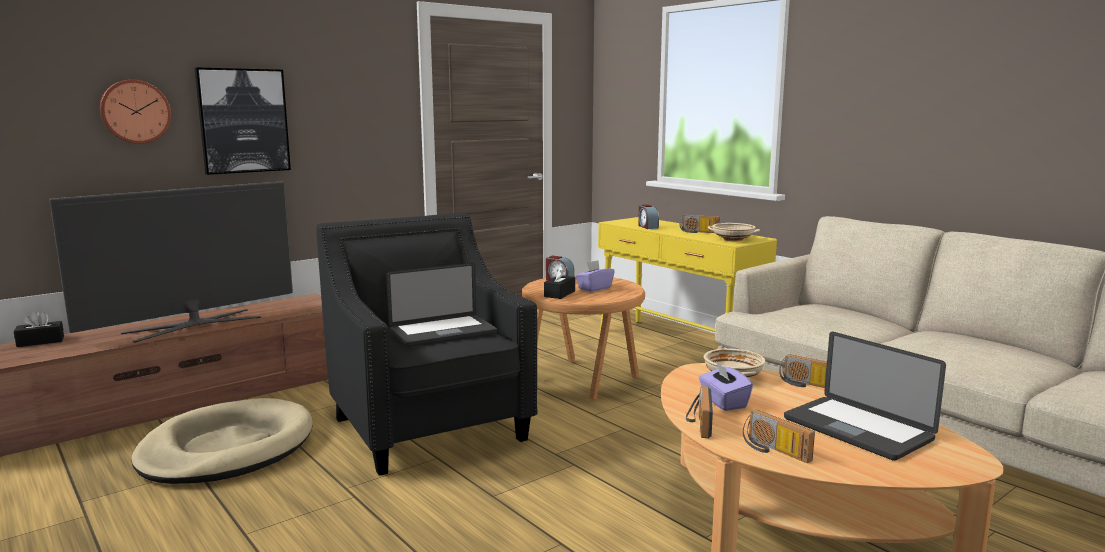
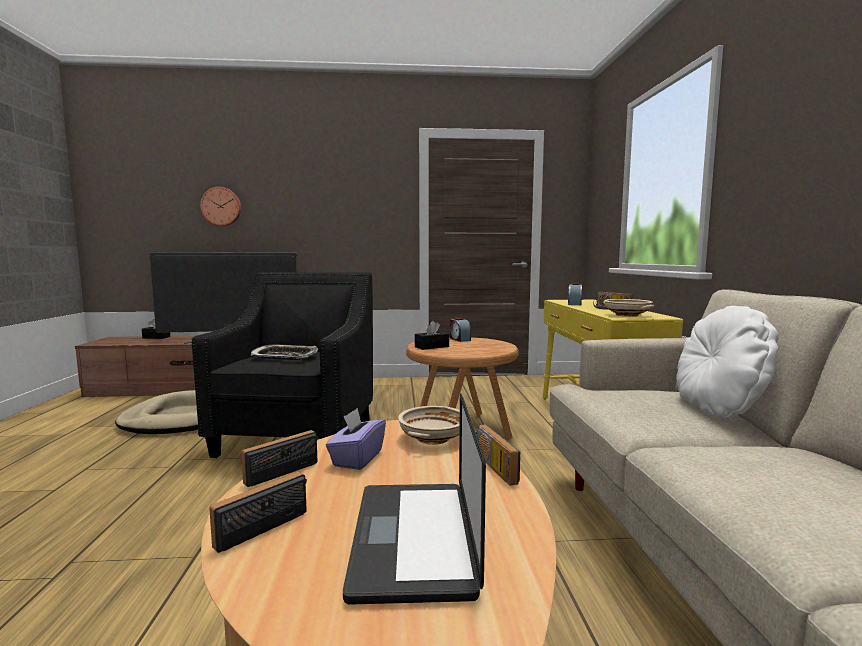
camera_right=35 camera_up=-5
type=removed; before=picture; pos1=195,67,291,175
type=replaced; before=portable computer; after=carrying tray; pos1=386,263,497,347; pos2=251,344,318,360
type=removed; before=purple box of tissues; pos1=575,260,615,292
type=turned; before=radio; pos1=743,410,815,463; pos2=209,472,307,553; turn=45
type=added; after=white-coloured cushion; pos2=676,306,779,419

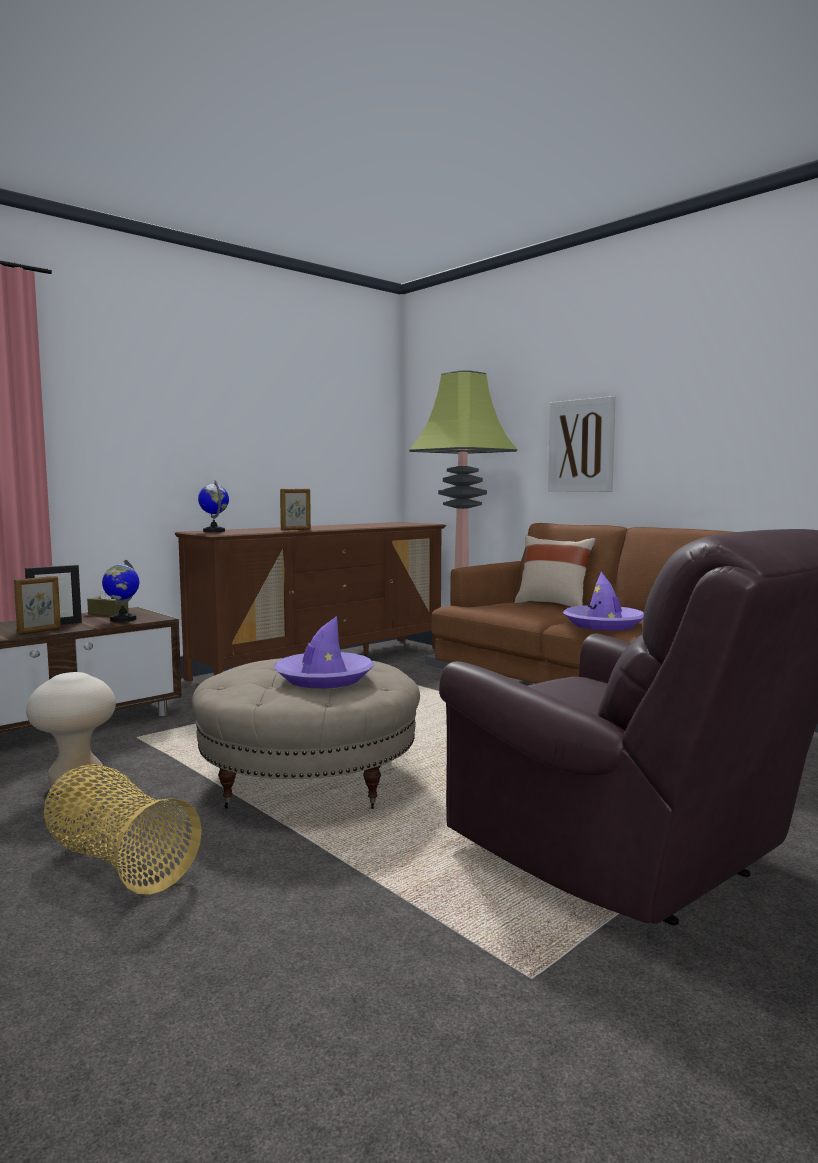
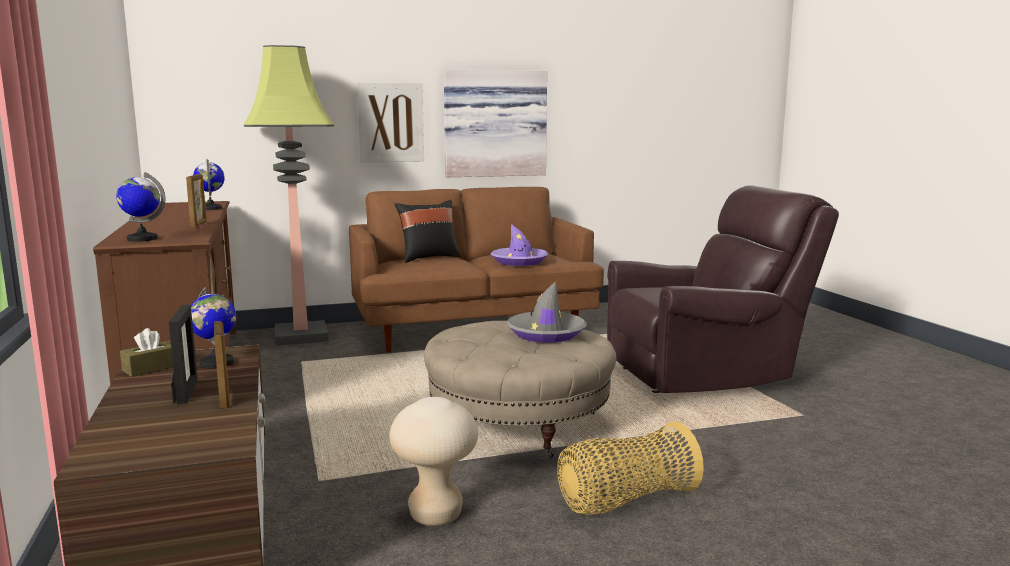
camera_right=-65 camera_up=5
type=recoloured; before=purple hat; after=grey hat; pos1=274,616,374,688; pos2=506,281,587,343
type=recoloured; before=beige cushion; after=black-coloured cushion; pos1=514,535,596,607; pos2=395,200,460,263
type=added; after=world globe; pos2=193,159,225,210
type=added; after=picture; pos2=444,69,547,177

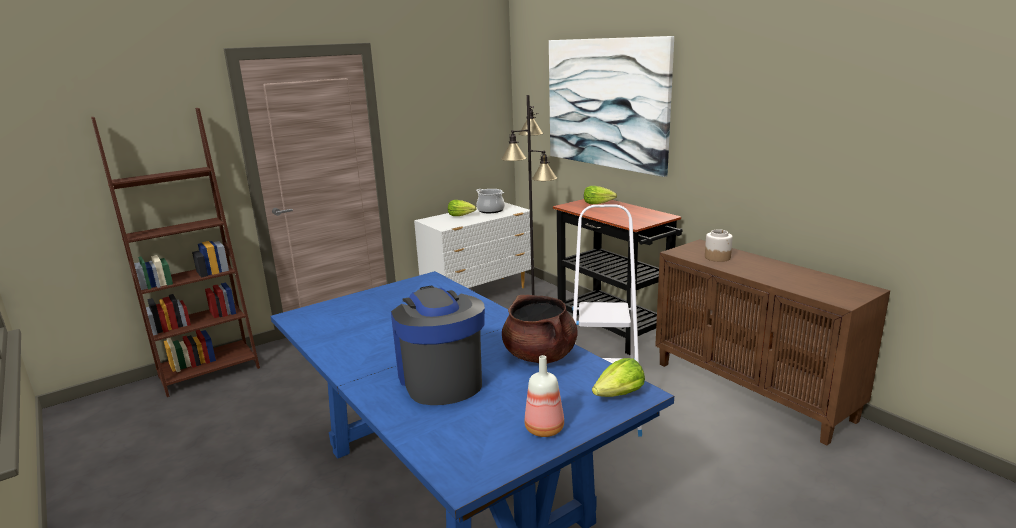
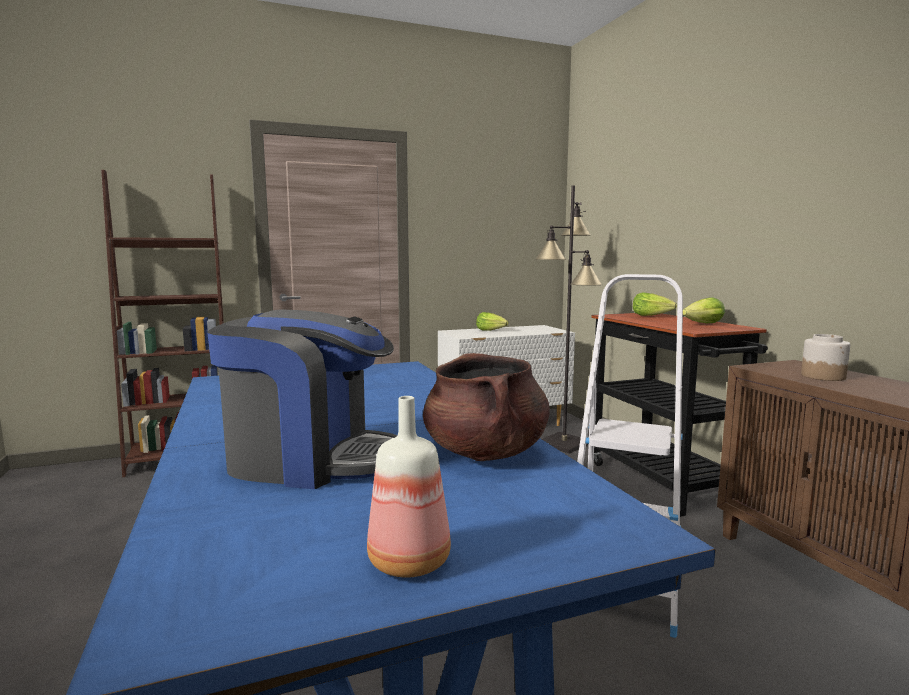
camera_right=15 camera_up=-10
type=turned; before=coffee maker; pos1=391,286,485,405; pos2=207,310,397,489; turn=105
type=removed; before=saucepot; pos1=476,189,505,213
type=removed; before=picture; pos1=549,36,674,177
type=moved; before=lettuce head; pos1=592,358,645,397; pos2=683,297,725,323

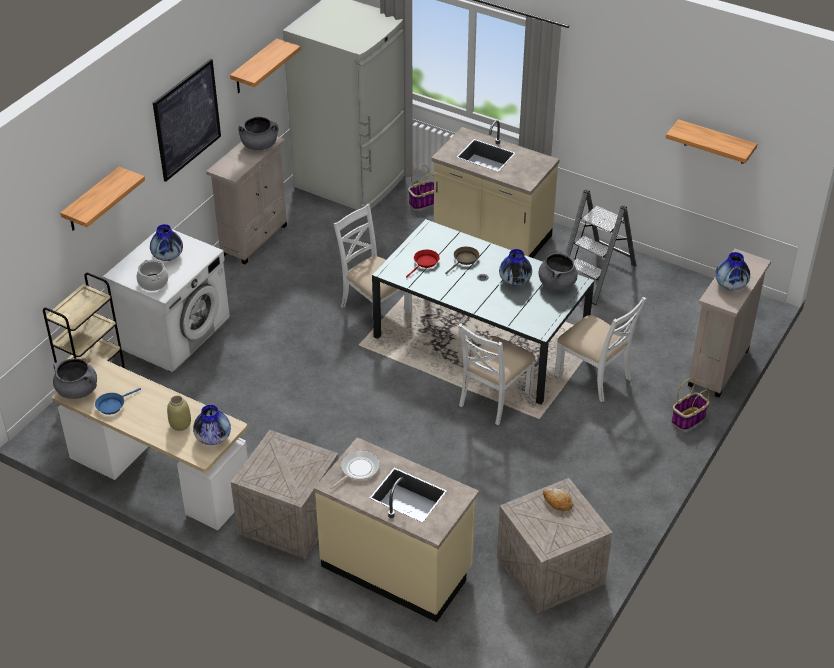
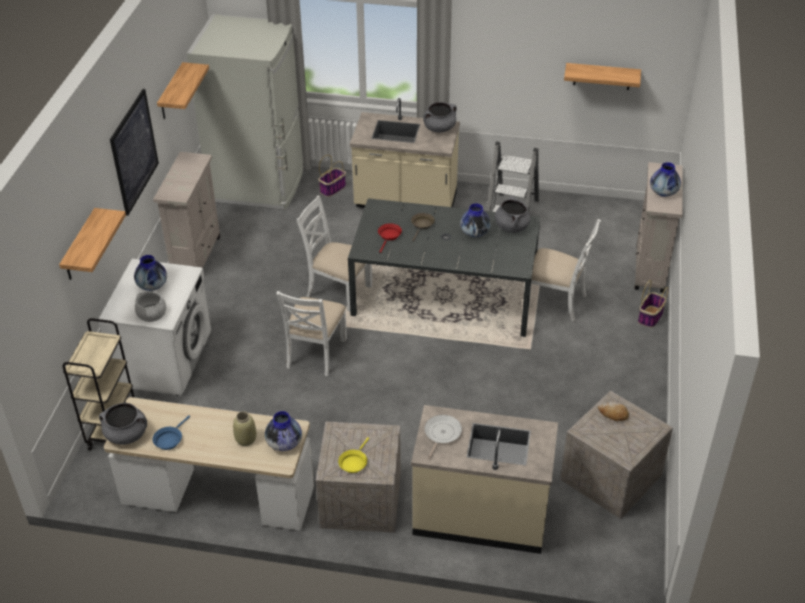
camera_right=-20 camera_up=0
type=moved; before=grey saucepot; pos1=238,117,278,150; pos2=423,102,457,132
type=moved; before=white-coloured plain chair; pos1=458,323,535,425; pos2=276,291,347,376
type=added; after=yellow-coloured pan; pos2=338,437,369,473

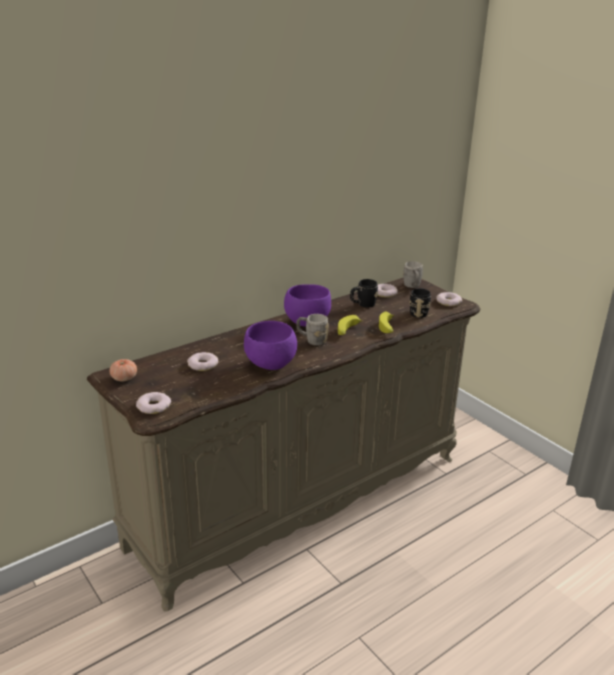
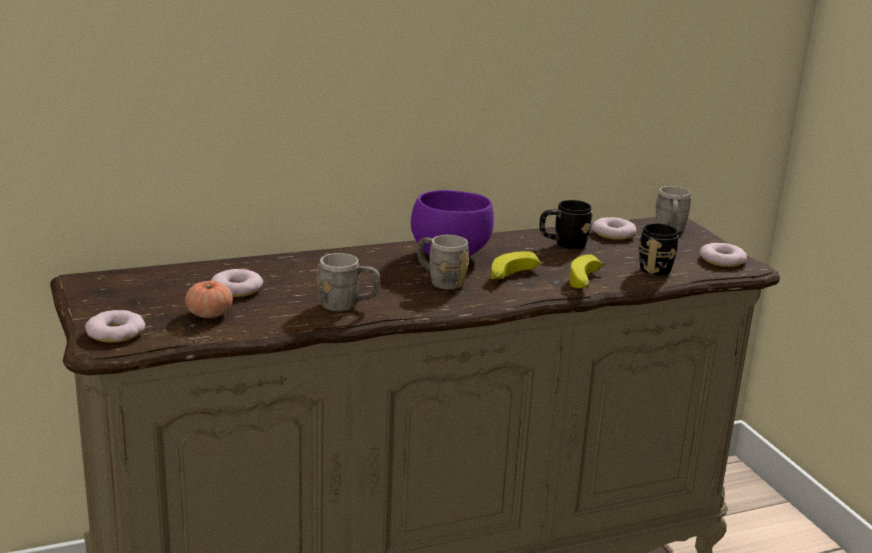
camera_right=15 camera_up=-5
type=moved; before=tomato; pos1=110,359,137,382; pos2=185,281,233,318
type=replaced; before=purple serving bowl; after=grey mug; pos1=244,321,297,370; pos2=317,253,380,312

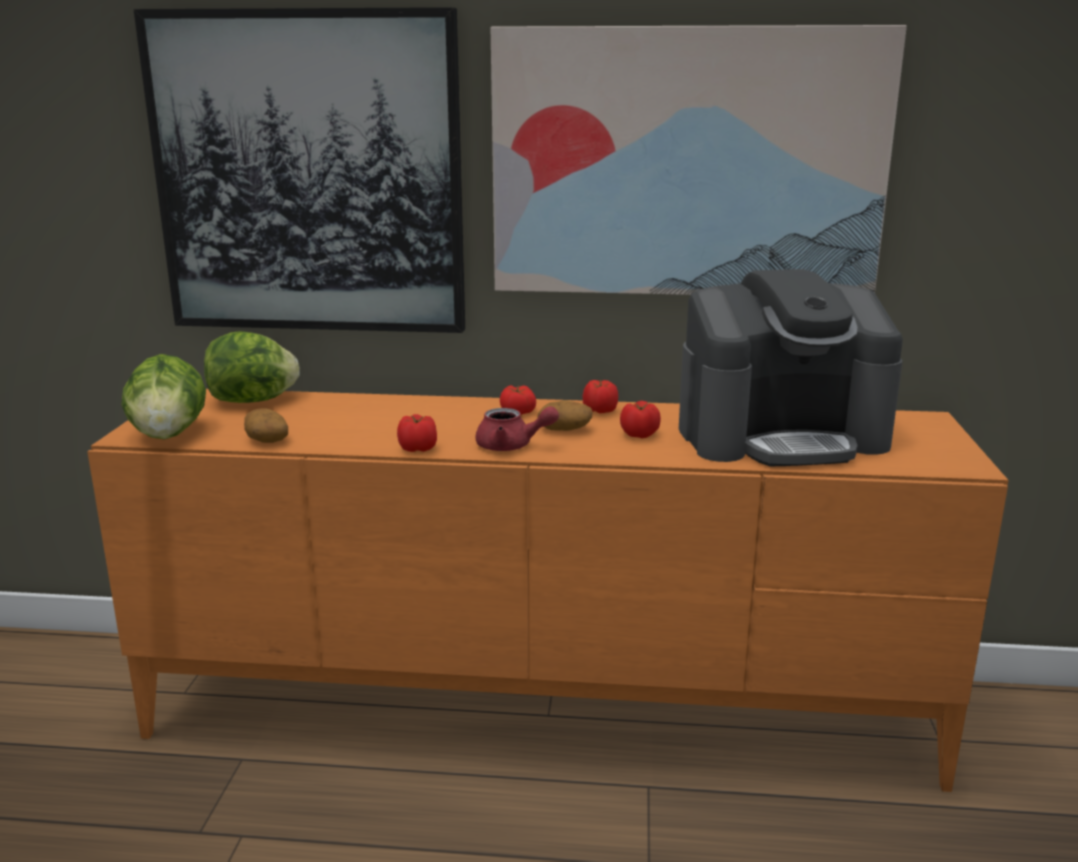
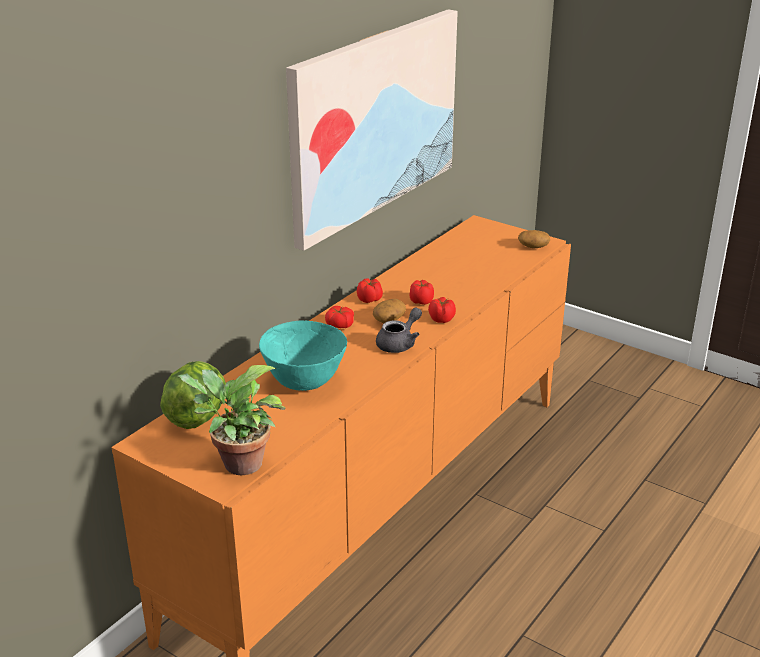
camera_right=-60 camera_up=10
type=replaced; before=lettuce head; after=potted plant; pos1=121,354,206,439; pos2=177,365,286,475
type=removed; before=picture; pos1=134,7,465,333
type=moved; before=potato; pos1=244,408,288,443; pos2=518,230,550,248
type=moved; before=tomato; pos1=397,414,437,452; pos2=428,297,456,323
type=recoloured; before=reddish pot for tea; after=grey pot for tea; pos1=475,406,559,451; pos2=376,307,422,353
type=removed; before=coffee maker; pos1=679,269,903,466
type=added; after=turquoise-coloured serving bowl; pos2=259,320,347,391

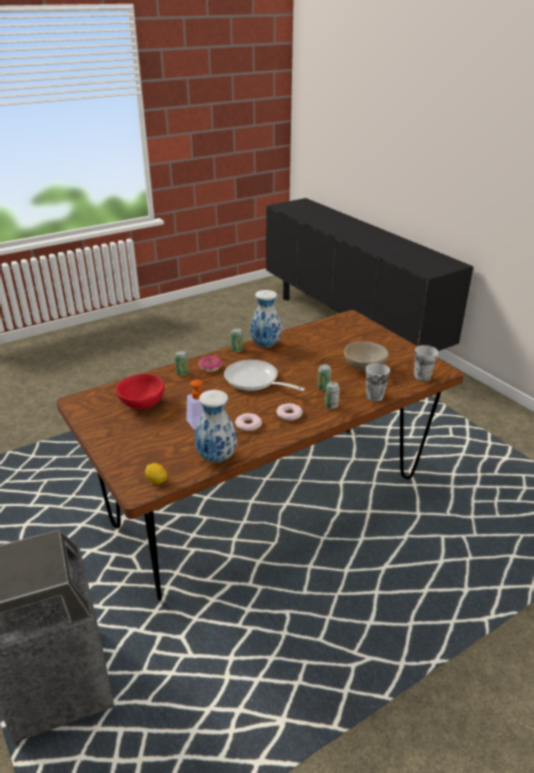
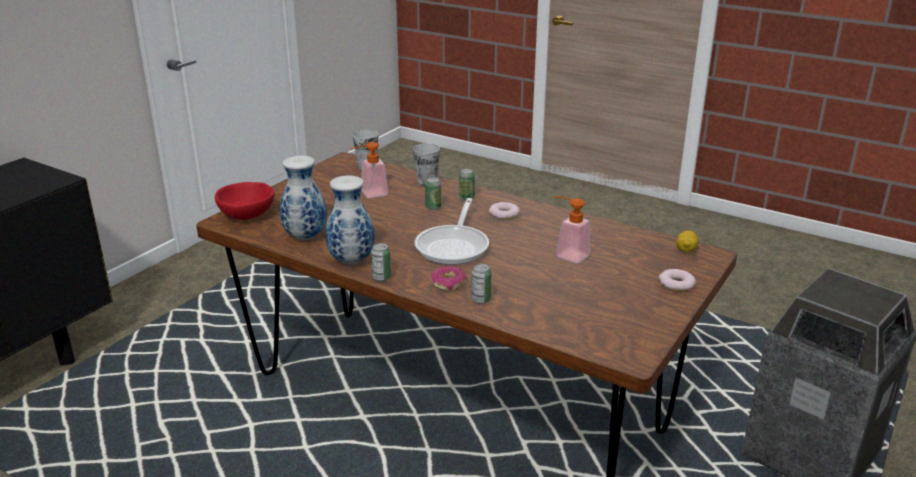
camera_right=-115 camera_up=-5
type=moved; before=reddish serving bowl; pos1=116,374,164,409; pos2=215,182,275,220
type=moved; before=flower vase; pos1=195,390,237,462; pos2=279,155,327,240
type=moved; before=donut; pos1=235,413,262,431; pos2=658,269,696,291
type=replaced; before=beige serving bowl; after=liquid soap bottle; pos1=344,341,389,372; pos2=351,142,388,198

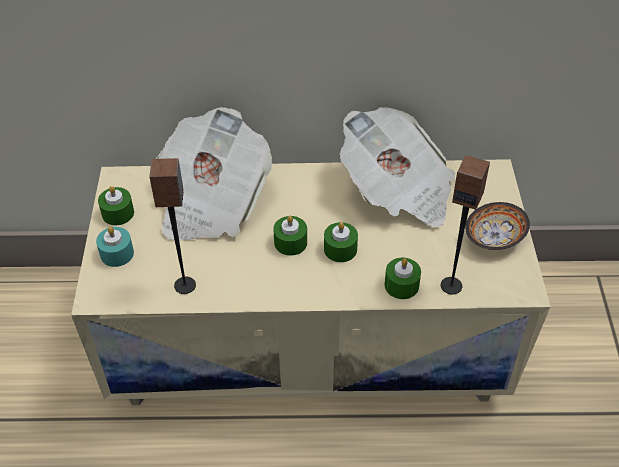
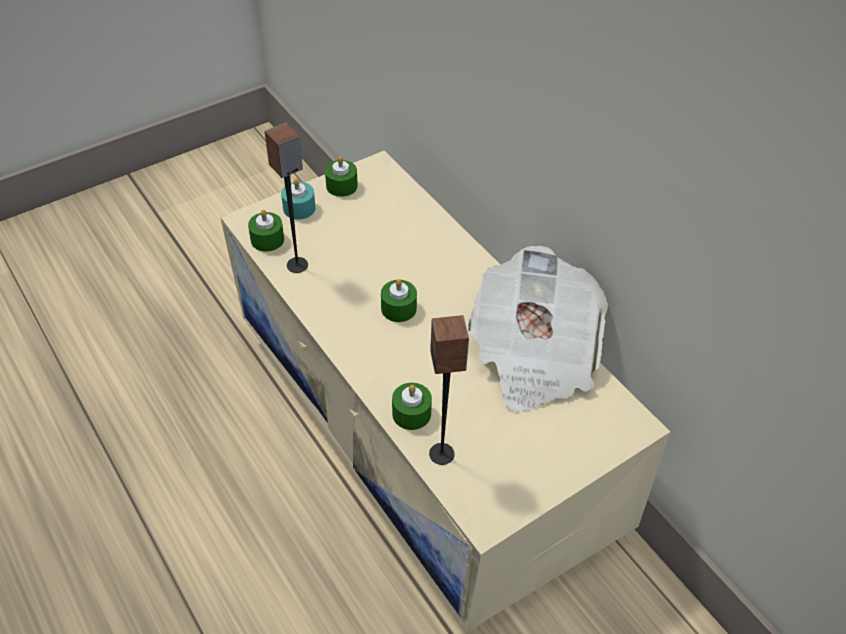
camera_right=55 camera_up=0
type=removed; before=newspaper; pos1=156,107,272,241
type=moved; before=greenish wax candle; pos1=324,222,358,262; pos2=248,210,284,252
type=removed; before=serving bowl; pos1=465,202,530,250

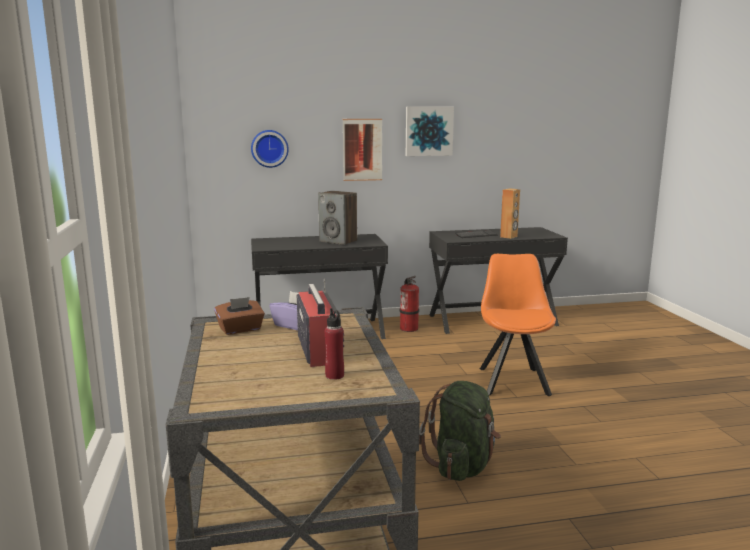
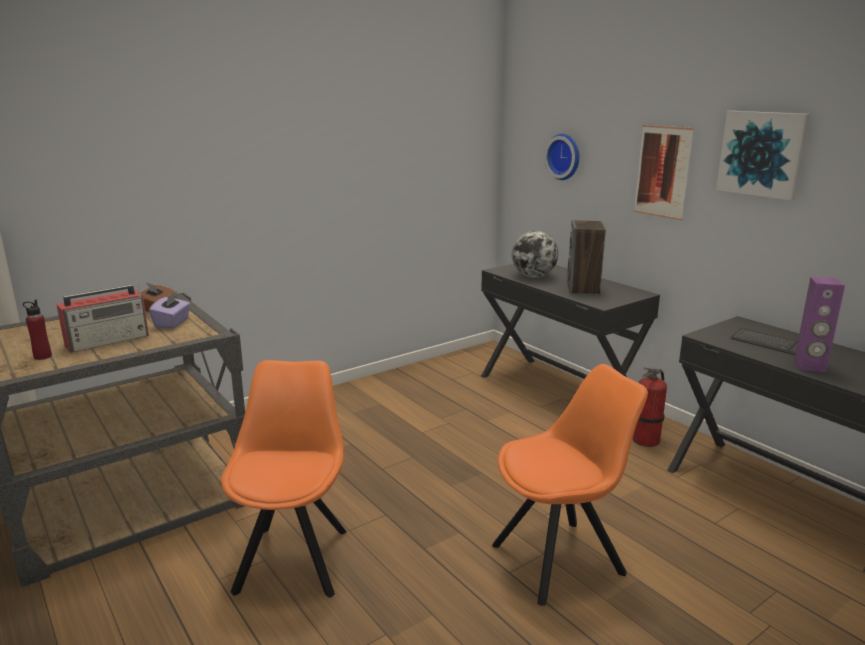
camera_right=65 camera_up=5
type=replaced; before=greenish knapsack; after=orangey plain chair; pos1=419,381,501,481; pos2=221,360,347,598
type=recoloured; before=brown-coloured audio speaker; after=purple audio speaker; pos1=500,188,520,239; pos2=794,277,845,372
type=added; after=world globe; pos2=512,231,558,278

